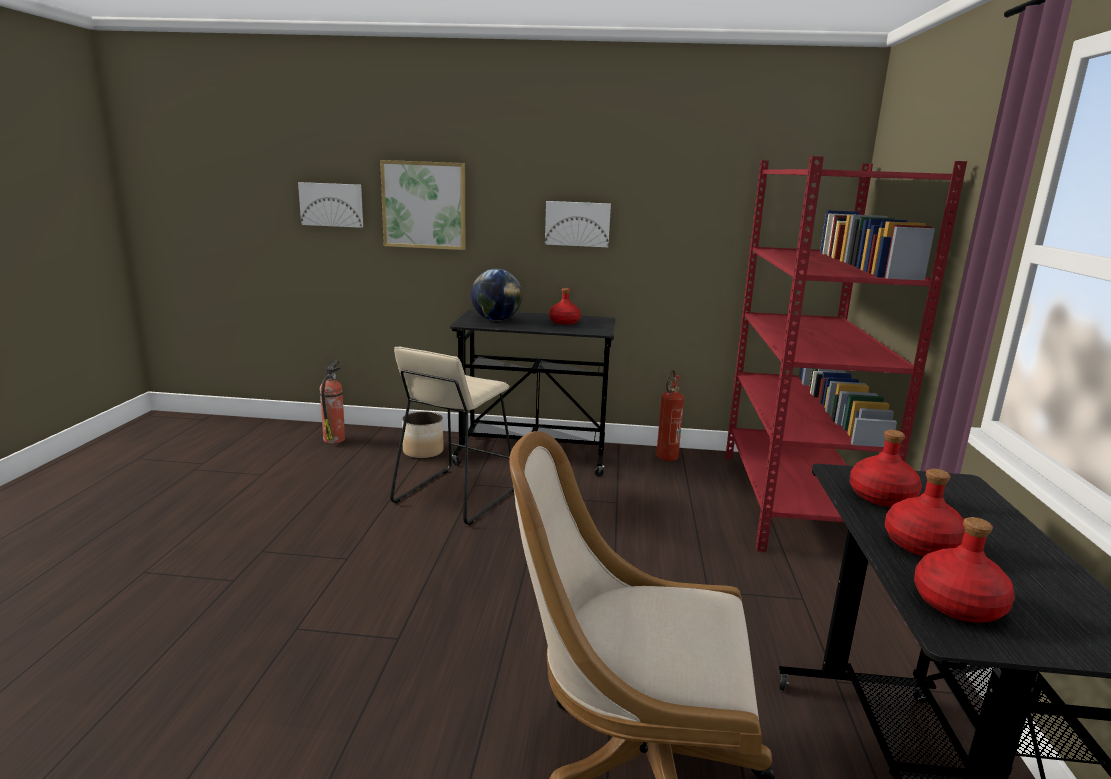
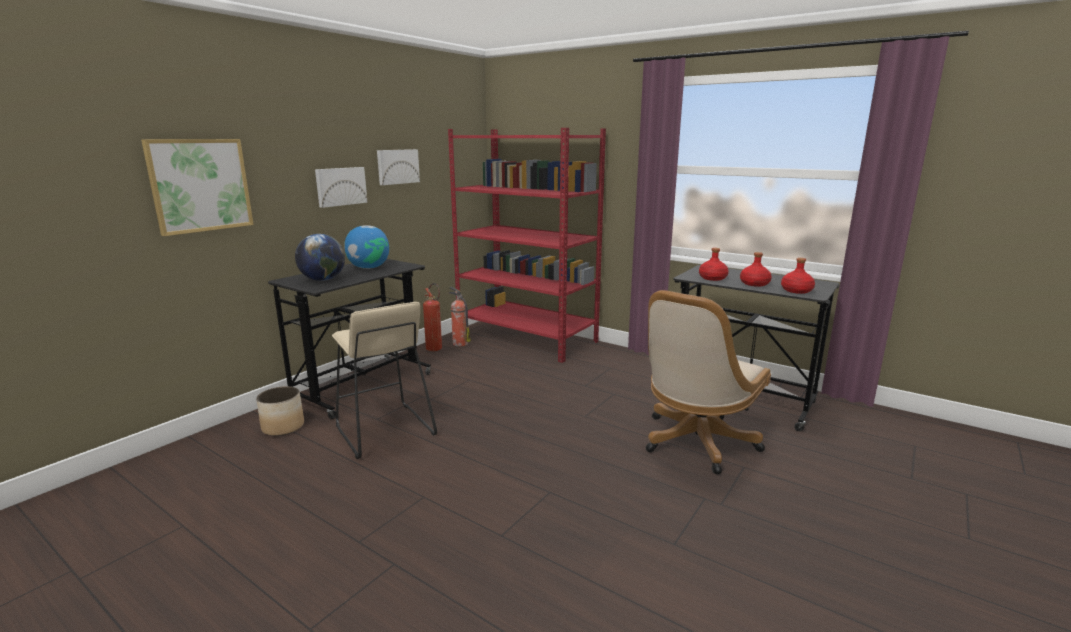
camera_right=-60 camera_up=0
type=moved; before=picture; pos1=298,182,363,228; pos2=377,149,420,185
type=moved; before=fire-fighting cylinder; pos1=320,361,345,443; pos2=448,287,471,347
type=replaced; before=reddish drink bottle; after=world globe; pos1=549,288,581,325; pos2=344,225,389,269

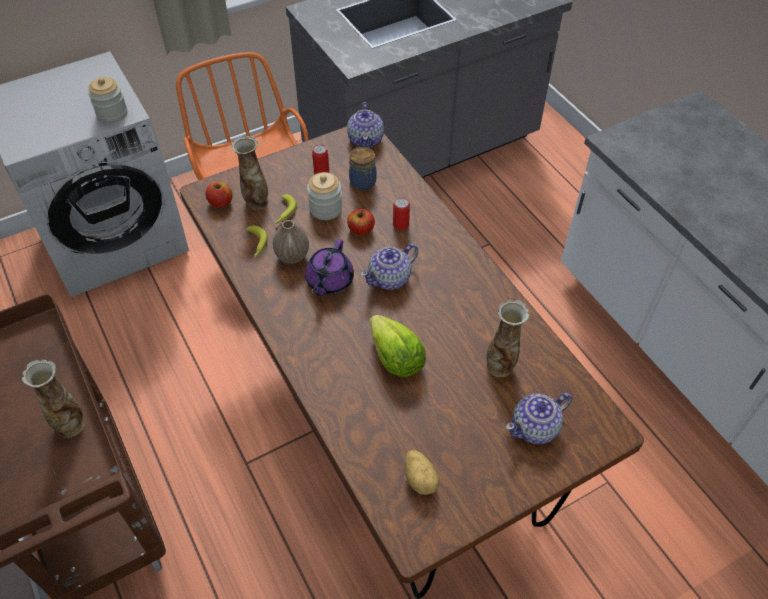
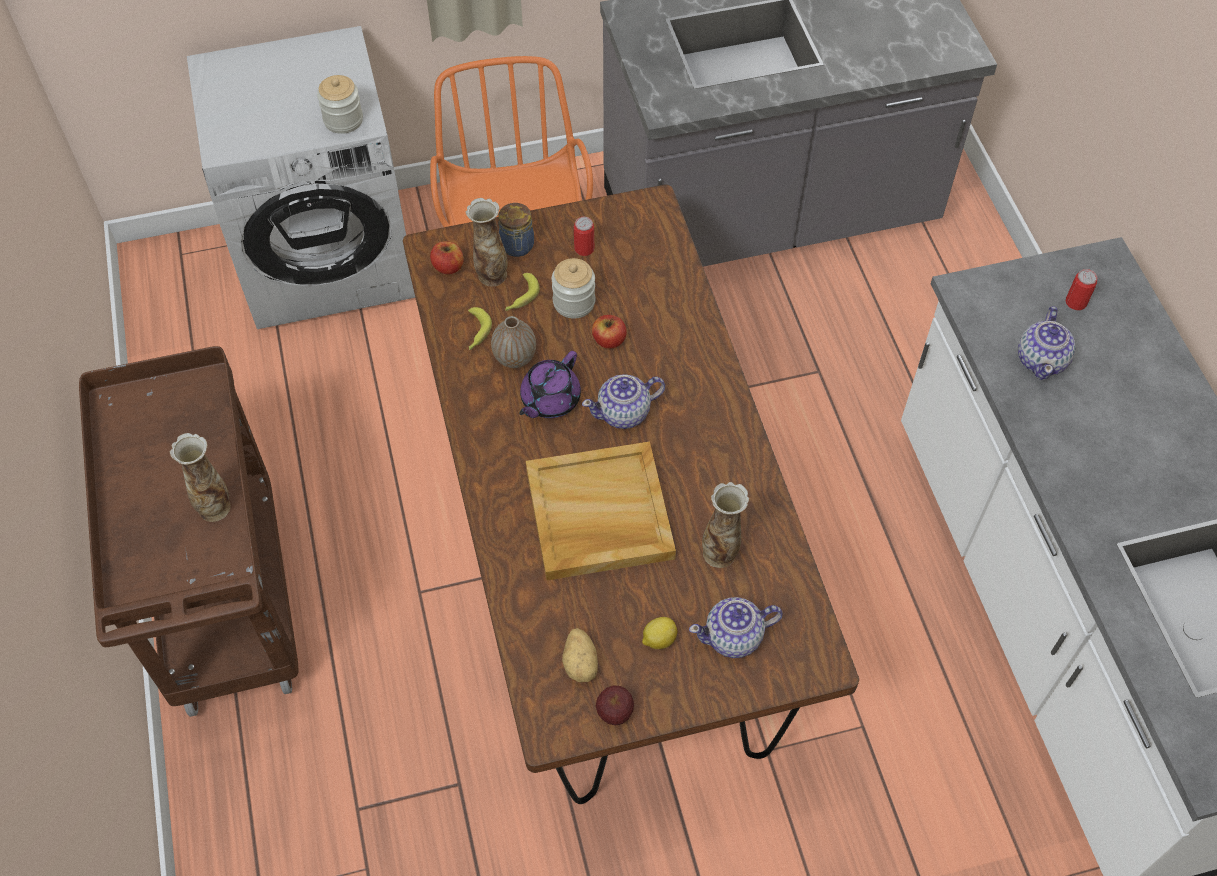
camera_right=15 camera_up=5
type=moved; before=pot for tea; pos1=347,102,384,148; pos2=1018,306,1076,380
type=moved; before=jar; pos1=349,147,377,190; pos2=498,203,534,257
type=replaced; before=lettuce head; after=beige carrying tray; pos1=370,315,426,377; pos2=526,441,676,581
type=moved; before=sealed can; pos1=393,197,410,230; pos2=1066,269,1097,310
type=added; after=apple fruit; pos2=596,685,634,725
type=added; after=citrus fruit; pos2=642,617,677,649

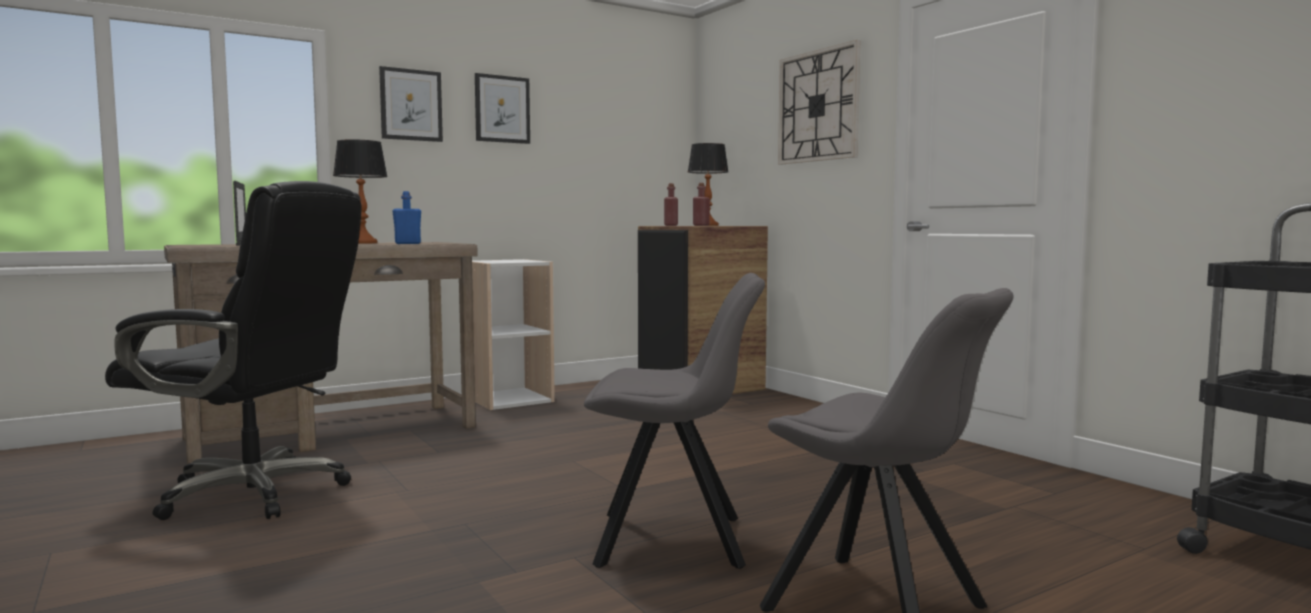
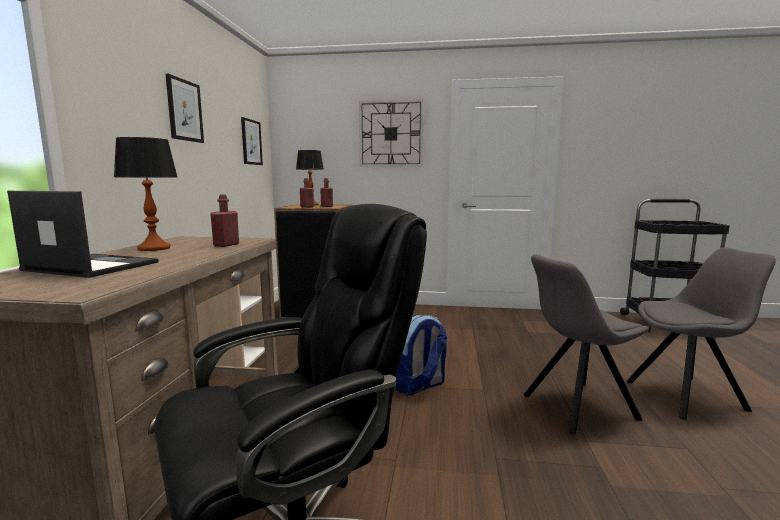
camera_right=-50 camera_up=5
type=moved; before=picture; pos1=379,66,443,142; pos2=241,117,263,165
type=recoloured; before=blue-coloured drink bottle; after=reddish drink bottle; pos1=393,191,421,244; pos2=210,194,239,247
type=turned; before=grey plain chair; pos1=584,273,765,569; pos2=524,254,649,434; turn=-150
type=added; after=knapsack; pos2=396,315,447,395

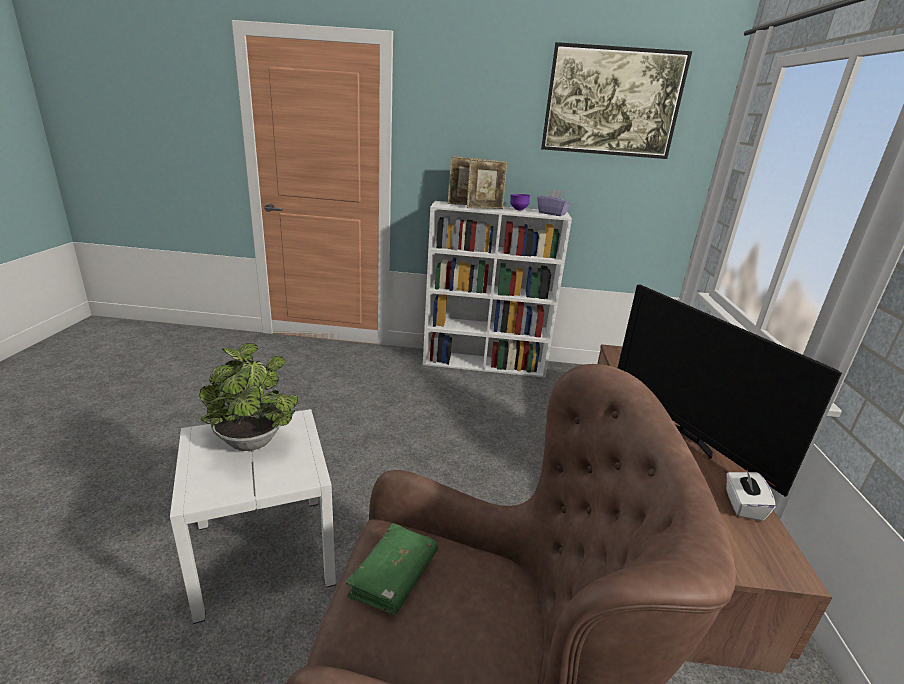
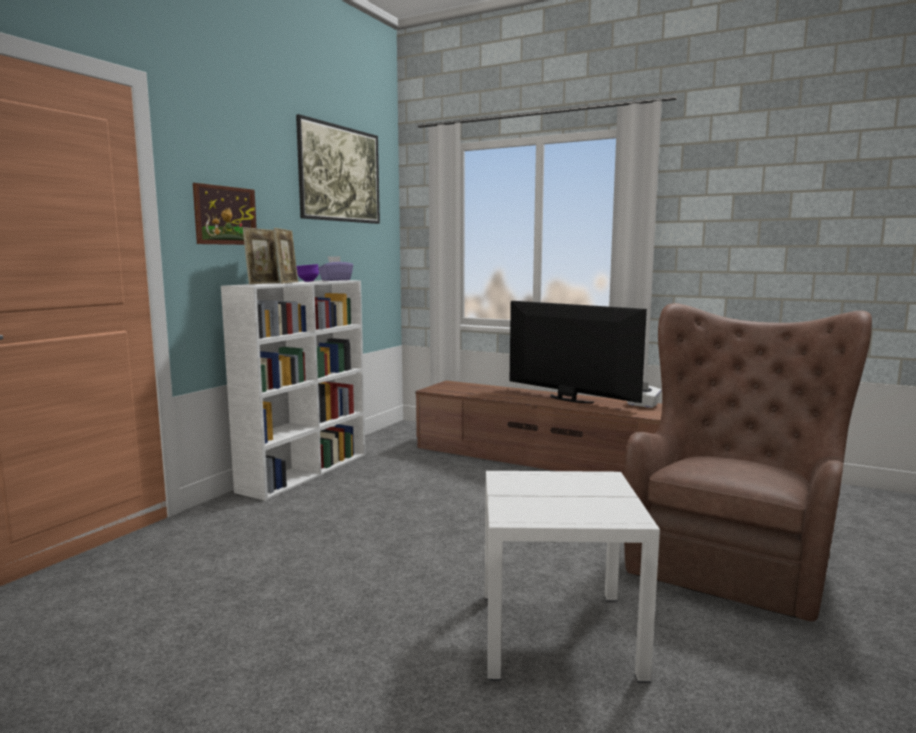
camera_right=-65 camera_up=-15
type=removed; before=potted plant; pos1=199,343,298,451
type=removed; before=greenish book; pos1=345,523,438,615
type=turned; before=television; pos1=618,284,842,497; pos2=510,301,647,403; turn=-135
type=added; after=picture; pos2=193,183,257,245

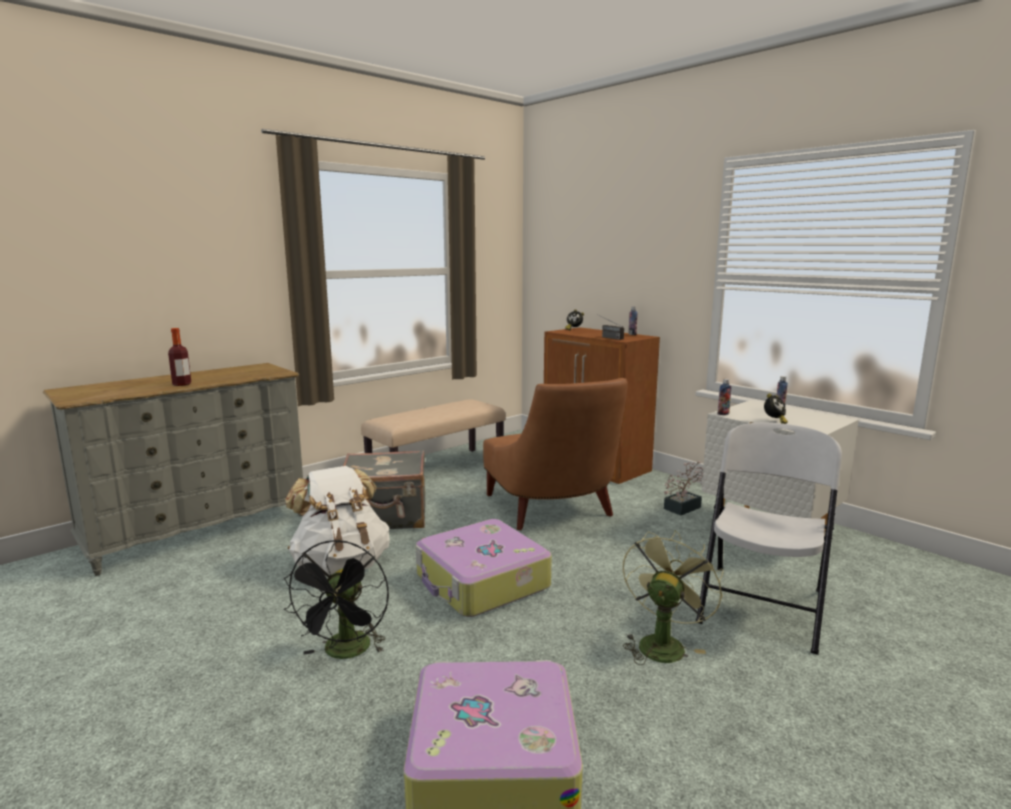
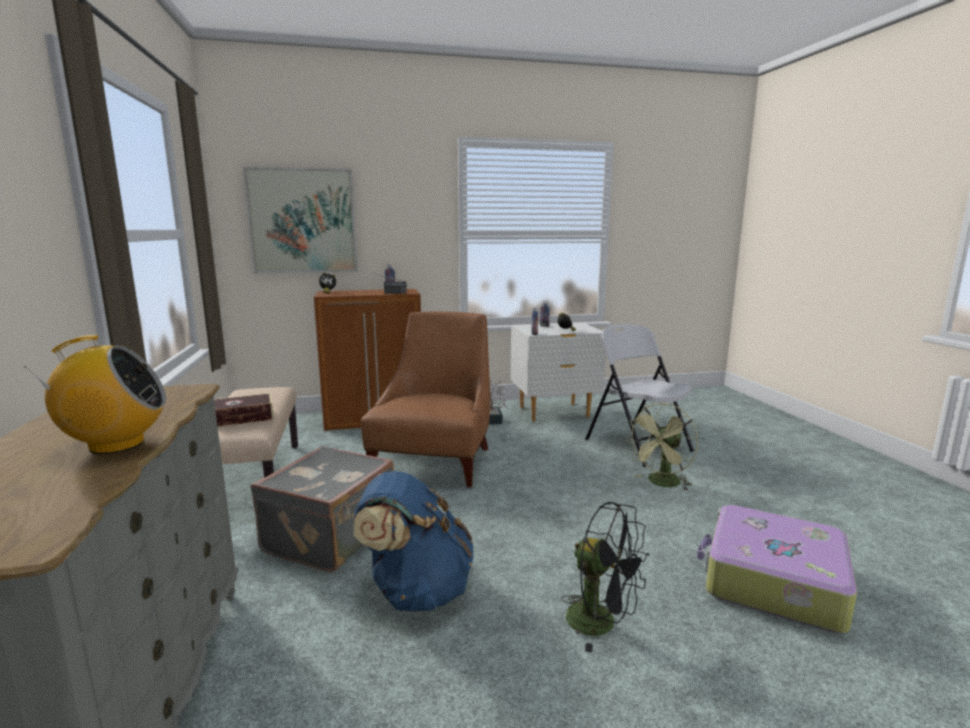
camera_right=-60 camera_up=0
type=replaced; before=drink bottle; after=radio; pos1=168,328,191,386; pos2=24,335,166,454
type=recoloured; before=white-coloured knapsack; after=blue-coloured knapsack; pos1=285,466,390,576; pos2=354,471,473,611
type=removed; before=suitcase; pos1=416,519,552,617
type=turned; before=brown-coloured lounge chair; pos1=483,378,628,530; pos2=361,312,490,488; turn=-90
type=turned; before=greenish electric fan; pos1=623,530,723,665; pos2=626,403,698,491; turn=-105
type=added; after=book; pos2=214,393,274,427
type=added; after=picture; pos2=243,167,357,274

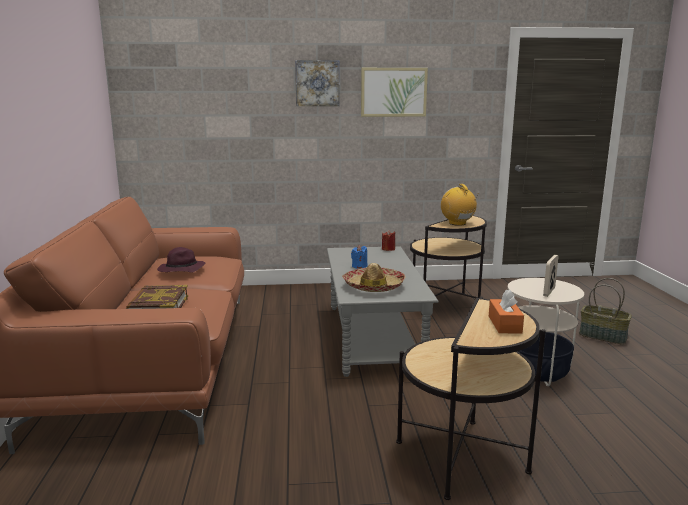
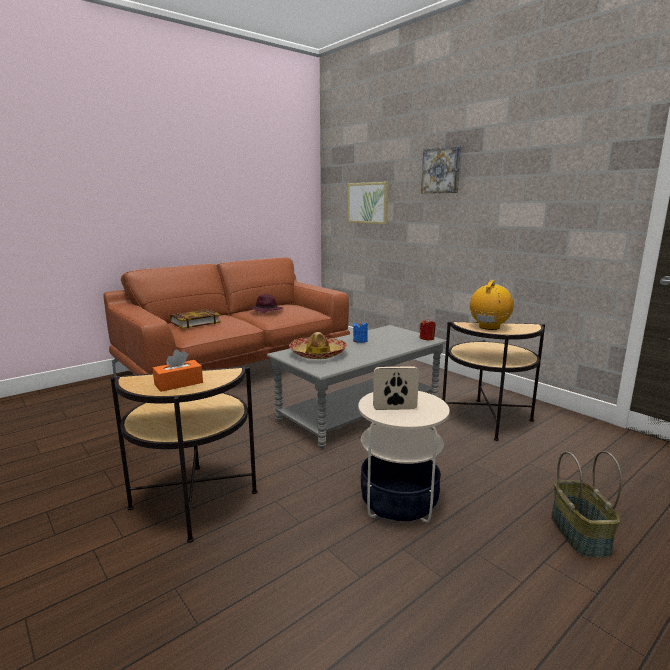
camera_right=55 camera_up=0
type=moved; before=picture; pos1=361,68,428,117; pos2=348,182,389,224

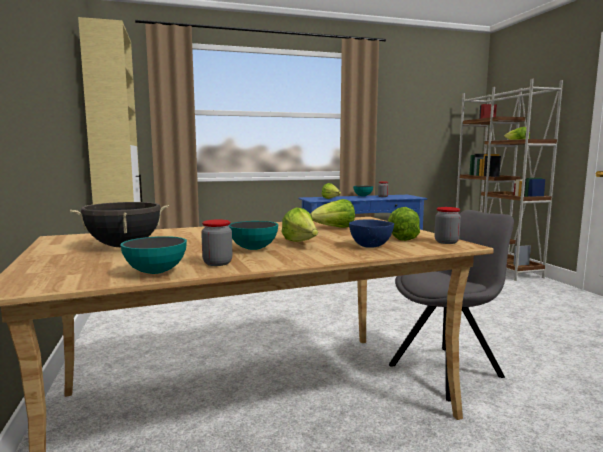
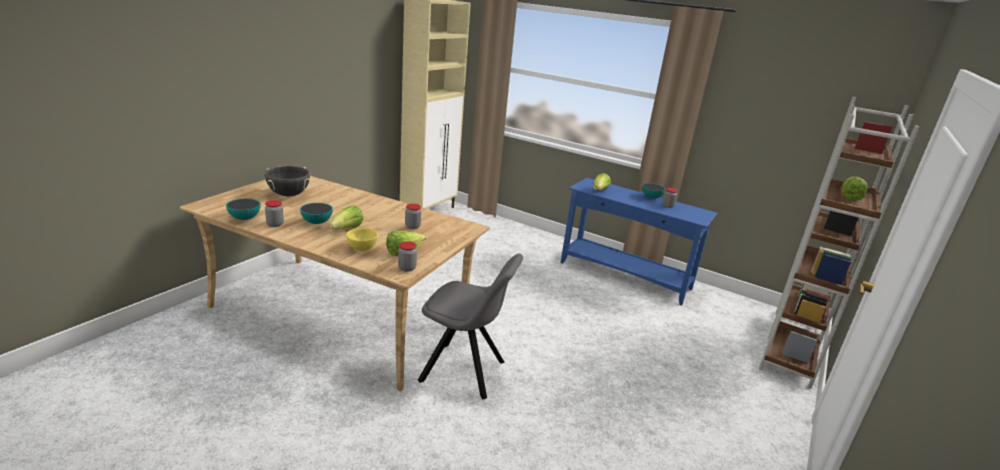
camera_right=45 camera_up=15
type=replaced; before=lettuce head; after=jar; pos1=310,199,355,228; pos2=405,203,421,229
type=recoloured; before=blue-coloured serving bowl; after=yellow-coloured serving bowl; pos1=349,219,394,248; pos2=346,228,378,251

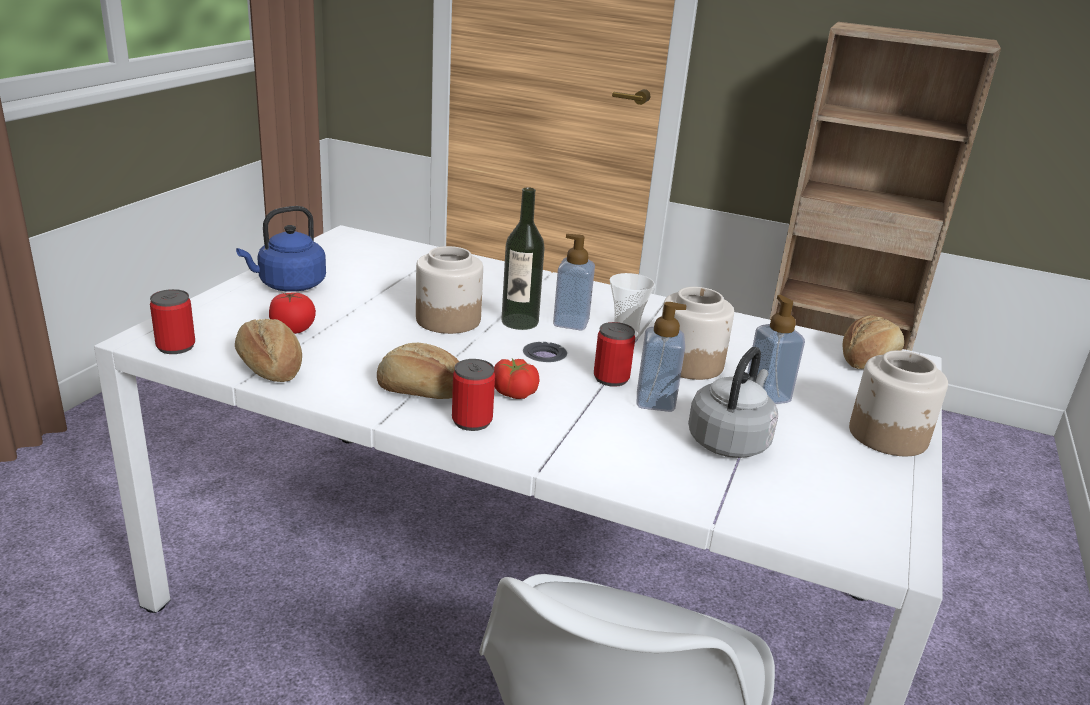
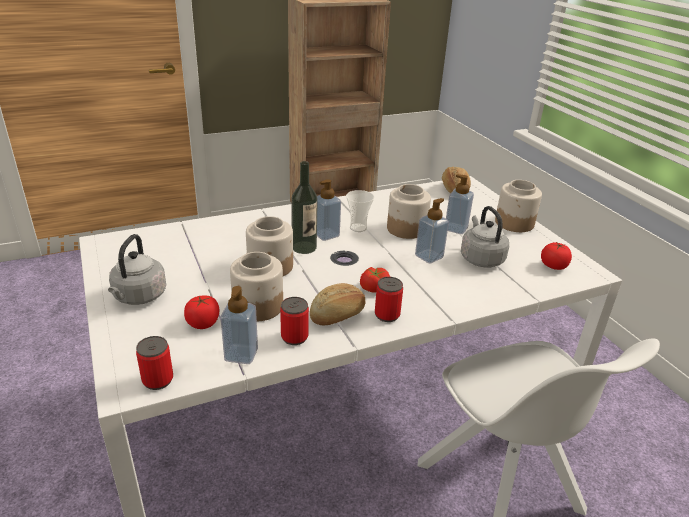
camera_right=-45 camera_up=5
type=replaced; before=baked bread; after=liquid soap bottle; pos1=235,319,302,382; pos2=220,286,258,364
type=recoloured; before=blue-coloured water kettle; after=grey water kettle; pos1=236,206,326,292; pos2=108,234,166,305
type=moved; before=sealed can; pos1=594,322,635,387; pos2=280,297,309,345
type=added; after=jar; pos2=230,252,283,321
type=added; after=tomato; pos2=541,242,572,270

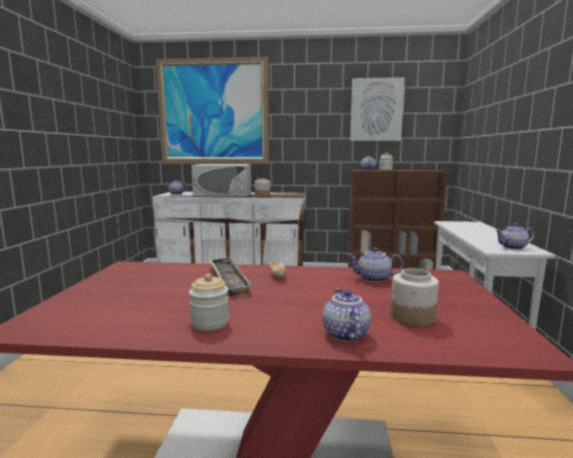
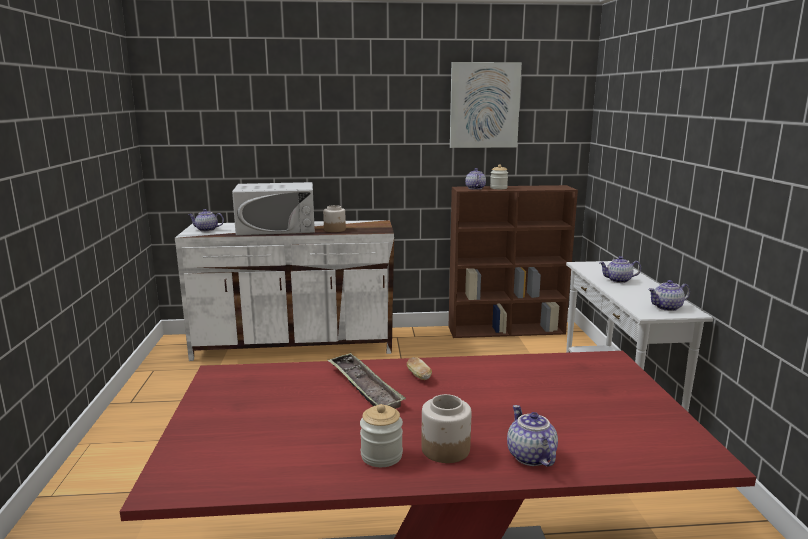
camera_right=-10 camera_up=5
type=removed; before=picture; pos1=156,57,269,164
type=moved; before=pot for tea; pos1=347,247,403,283; pos2=599,256,641,283
type=moved; before=jar; pos1=391,268,439,327; pos2=421,394,472,463

